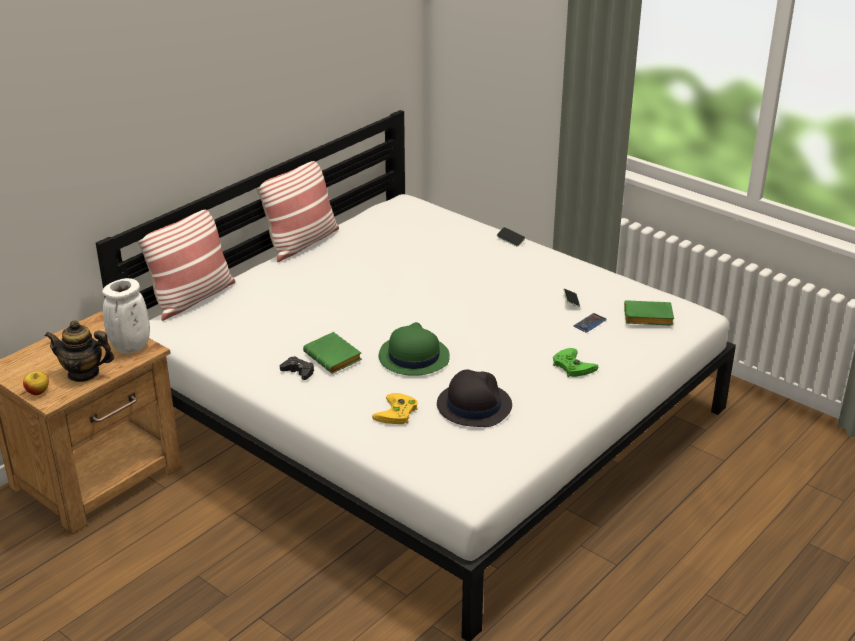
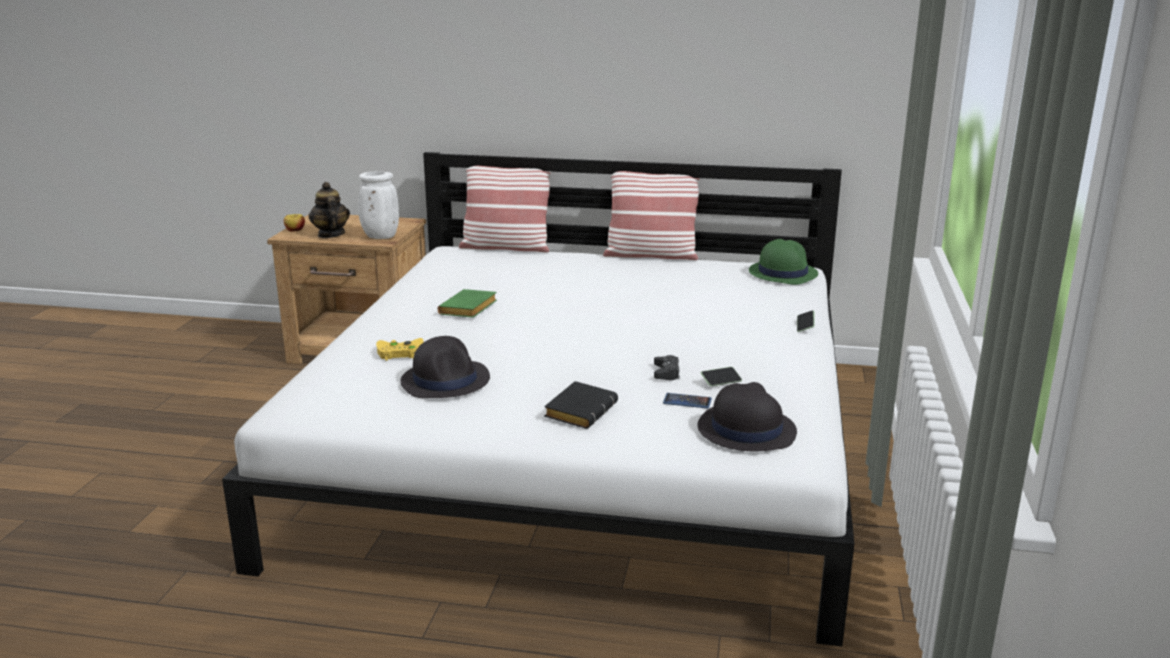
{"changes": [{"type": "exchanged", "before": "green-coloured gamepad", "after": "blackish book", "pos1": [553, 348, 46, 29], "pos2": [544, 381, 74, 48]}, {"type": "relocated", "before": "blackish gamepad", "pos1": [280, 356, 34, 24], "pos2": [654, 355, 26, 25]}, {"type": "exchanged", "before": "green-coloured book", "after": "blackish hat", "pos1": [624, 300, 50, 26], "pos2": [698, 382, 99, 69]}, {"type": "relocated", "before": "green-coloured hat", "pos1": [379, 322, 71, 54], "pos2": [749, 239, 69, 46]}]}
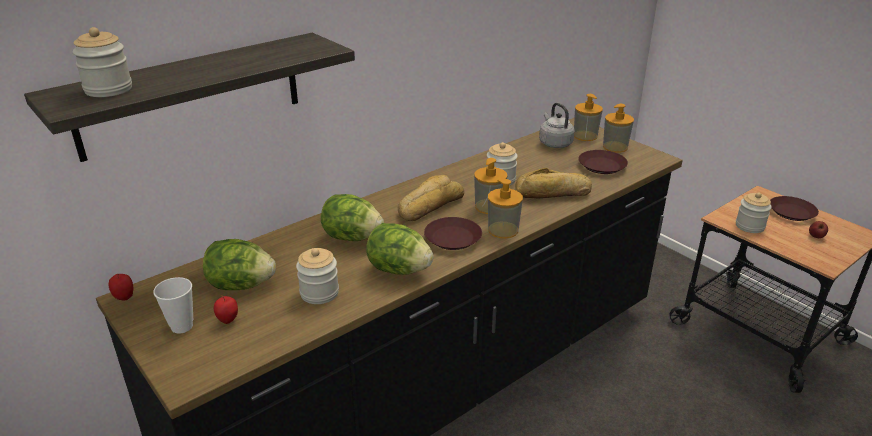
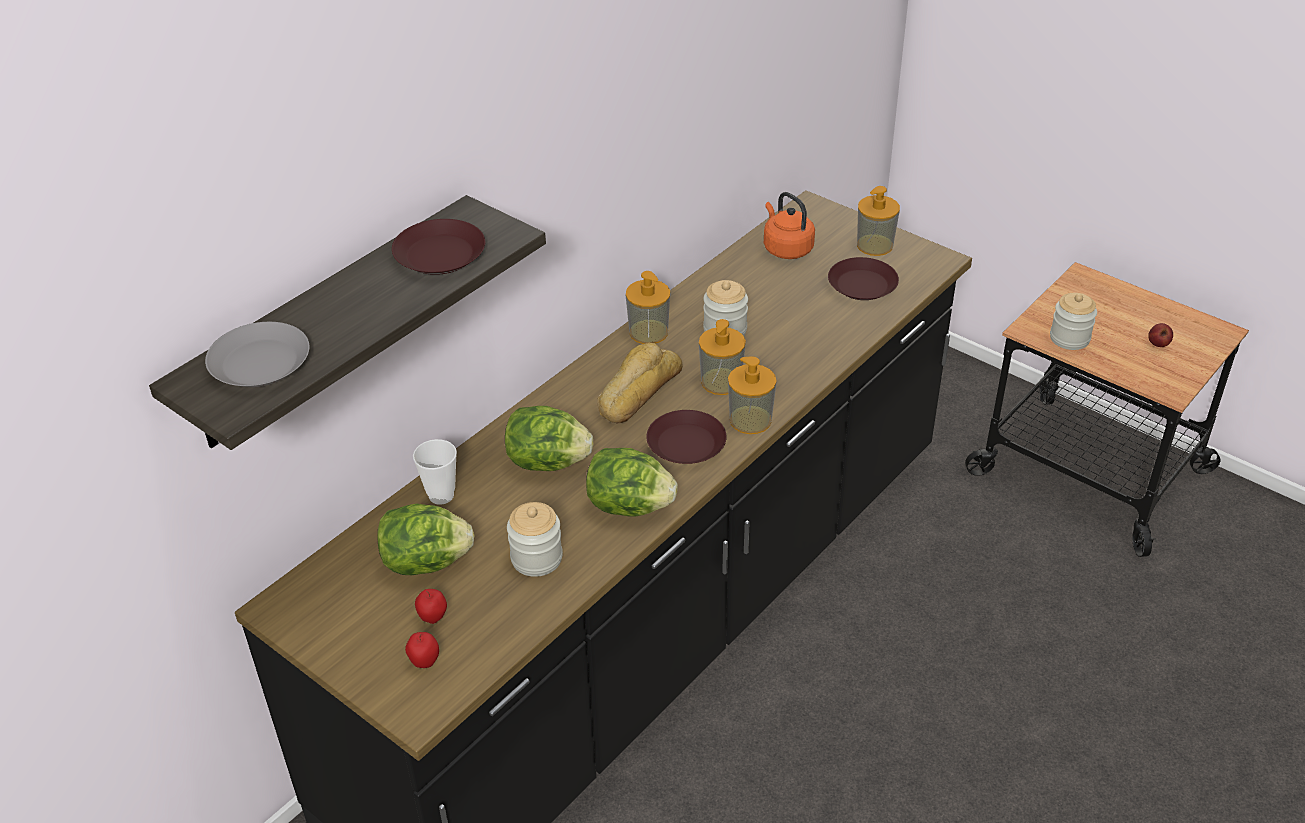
{"changes": [{"type": "exchanged", "before": "jar", "after": "grey flat dish", "pos1": [73, 27, 59, 70], "pos2": [205, 322, 105, 65]}, {"type": "relocated", "before": "brownish flat dish", "pos1": [770, 196, 49, 25], "pos2": [392, 219, 93, 56]}, {"type": "relocated", "before": "apple fruit", "pos1": [109, 273, 24, 28], "pos2": [405, 632, 34, 36]}, {"type": "relocated", "before": "drinking cup", "pos1": [153, 277, 40, 56], "pos2": [413, 439, 44, 66]}, {"type": "relocated", "before": "liquid soap bottle", "pos1": [574, 94, 29, 47], "pos2": [626, 271, 44, 73]}, {"type": "colour", "before": "grey tea kettle", "after": "orange tea kettle", "pos1": [539, 103, 36, 45], "pos2": [764, 192, 51, 67]}, {"type": "missing", "before": "bread", "pos1": [515, 168, 77, 30]}]}
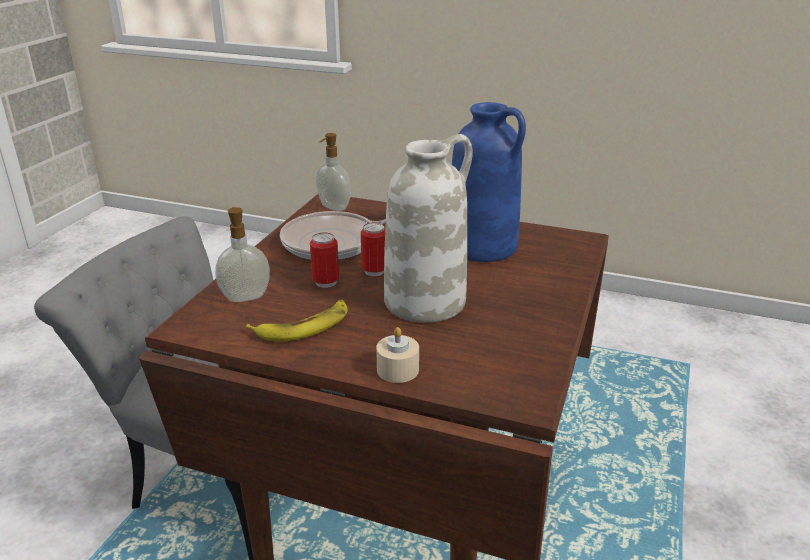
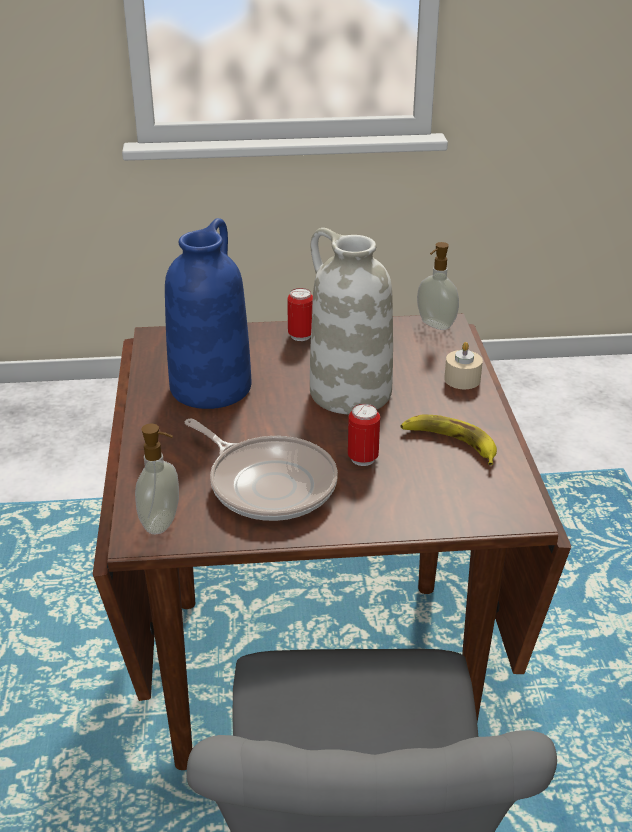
{"changes": [{"type": "relocated", "before": "sealed can", "pos1": [361, 222, 24, 54], "pos2": [287, 288, 26, 53]}, {"type": "relocated", "before": "liquid soap bottle", "pos1": [216, 207, 54, 95], "pos2": [417, 242, 42, 88]}]}
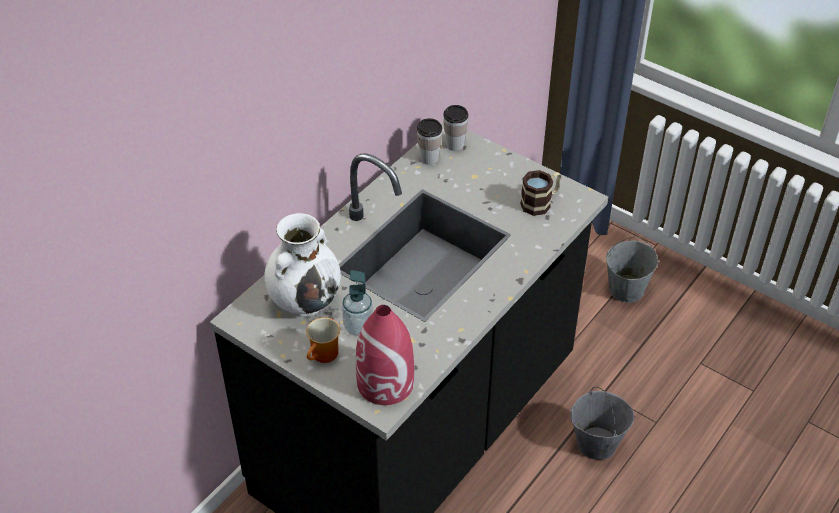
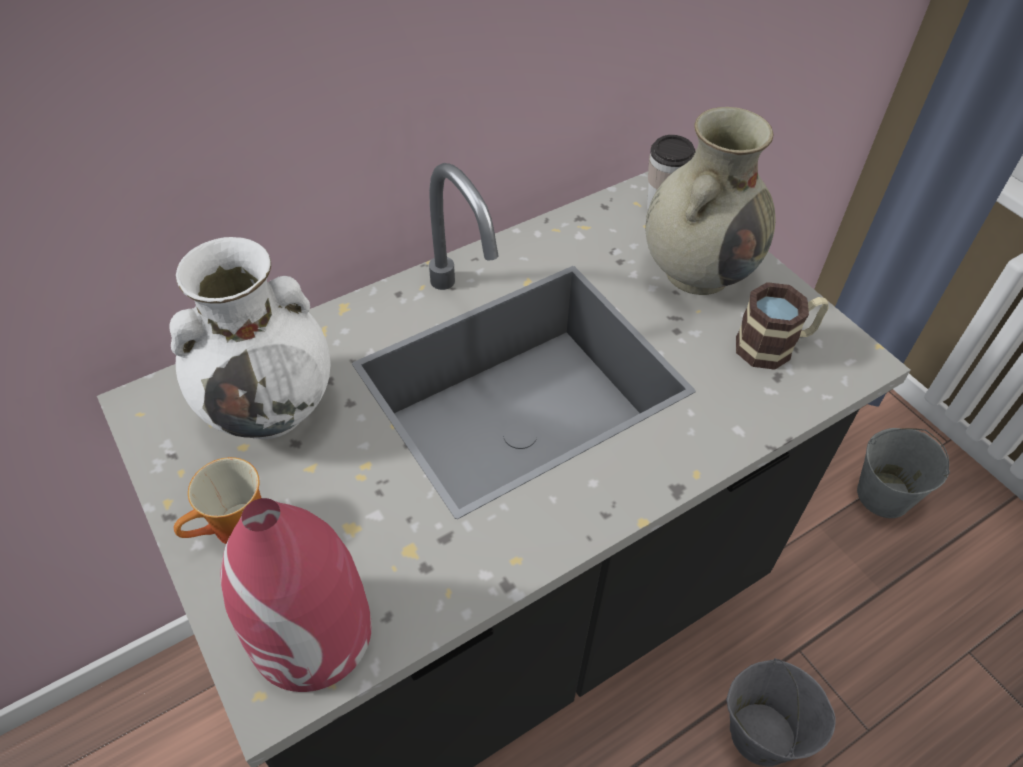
{"changes": [{"type": "appeared", "after": "beige flower vase", "pos2": [645, 107, 130, 188]}, {"type": "missing", "before": "liquid soap bottle", "pos1": [342, 270, 31, 66]}, {"type": "missing", "before": "drinking cup", "pos1": [417, 118, 25, 47]}]}
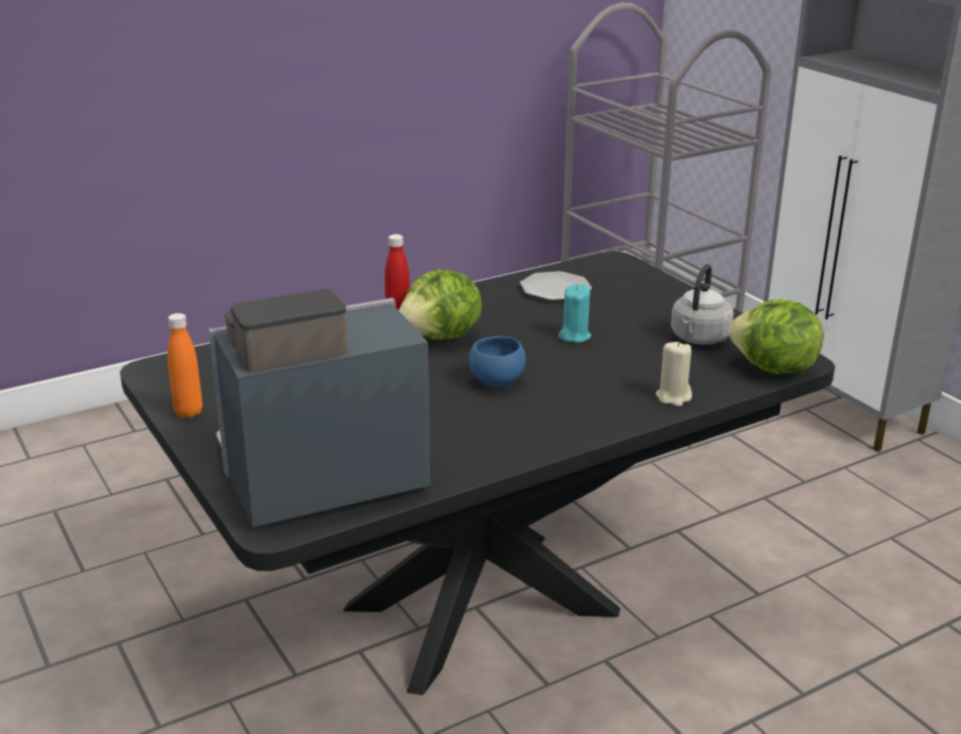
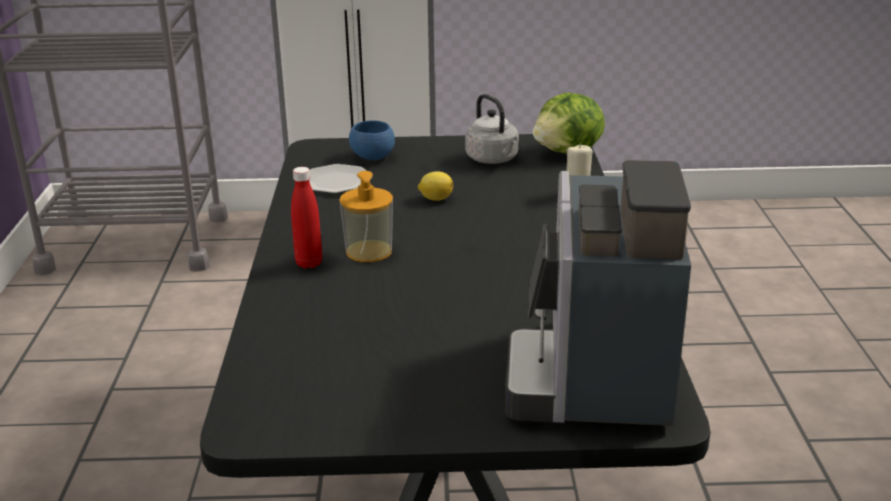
{"changes": [{"type": "exchanged", "before": "lettuce", "after": "liquid soap bottle", "pos1": [399, 269, 83, 71], "pos2": [339, 171, 54, 91]}, {"type": "relocated", "before": "bluish serving bowl", "pos1": [469, 336, 57, 51], "pos2": [349, 120, 46, 40]}, {"type": "exchanged", "before": "turquoise candle", "after": "whole lemon", "pos1": [558, 284, 33, 59], "pos2": [418, 171, 35, 30]}, {"type": "missing", "before": "orange beverage bottle", "pos1": [167, 313, 36, 105]}]}
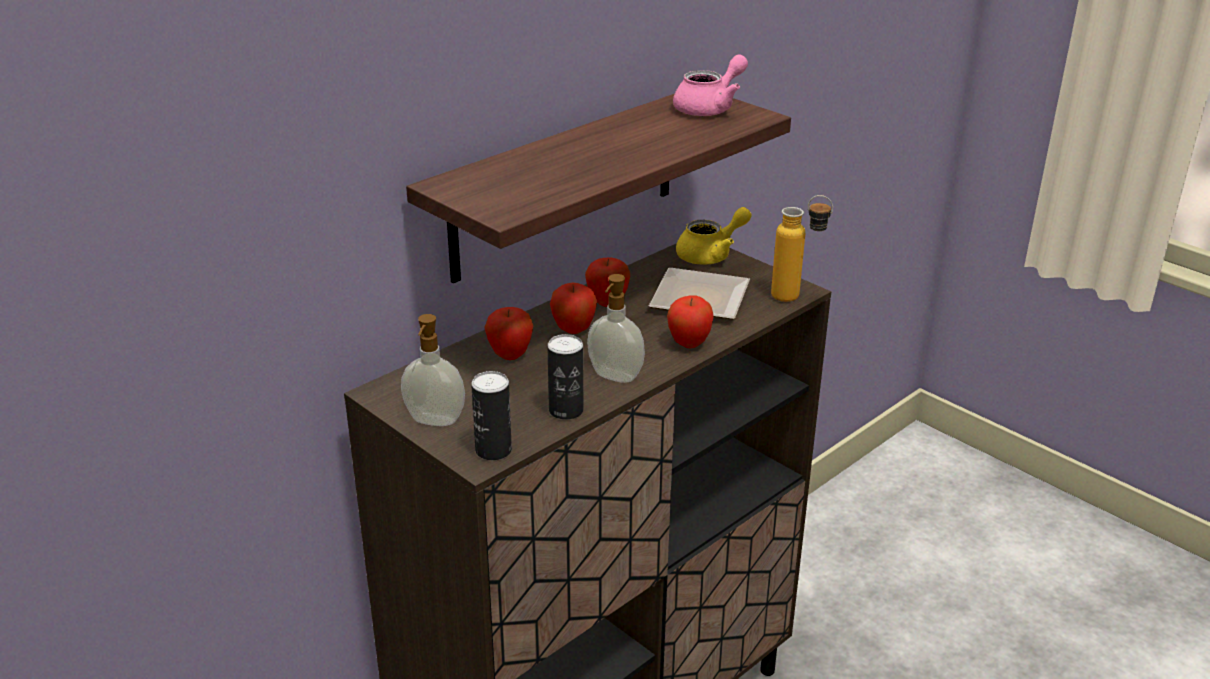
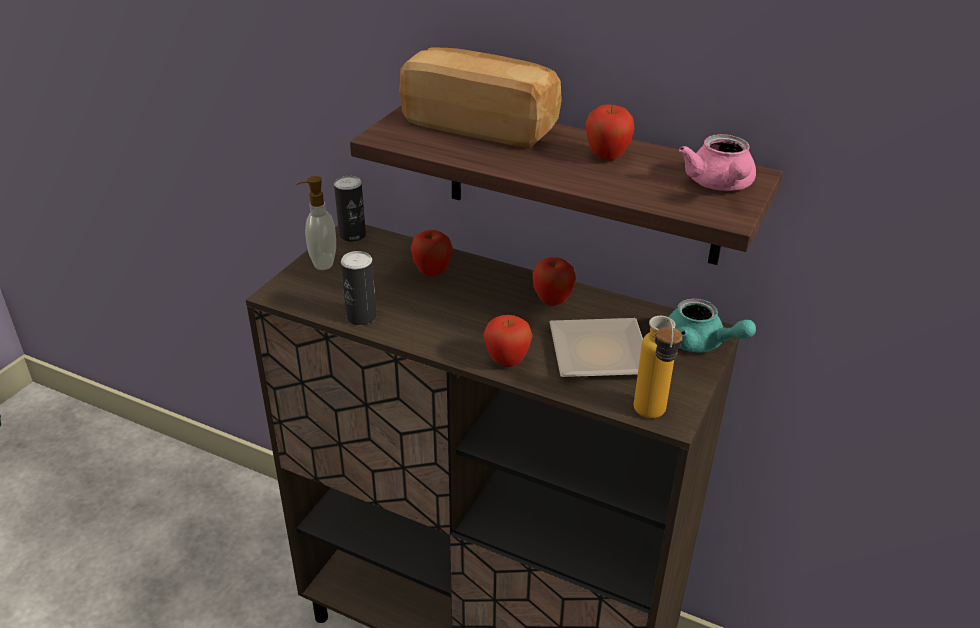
{"changes": [{"type": "relocated", "before": "sealed can", "pos1": [471, 371, 41, 89], "pos2": [334, 176, 32, 66]}, {"type": "appeared", "after": "bread", "pos2": [400, 47, 162, 101]}, {"type": "relocated", "before": "apple fruit", "pos1": [550, 282, 47, 52], "pos2": [586, 104, 49, 57]}, {"type": "colour", "before": "yellow-coloured tea pot", "after": "turquoise tea pot", "pos1": [676, 207, 75, 58], "pos2": [669, 298, 87, 55]}, {"type": "spun", "before": "pinkish tea pot", "pos1": [673, 55, 75, 61], "pos2": [679, 134, 77, 57], "turn": 60}, {"type": "missing", "before": "liquid soap bottle", "pos1": [587, 274, 58, 109]}]}
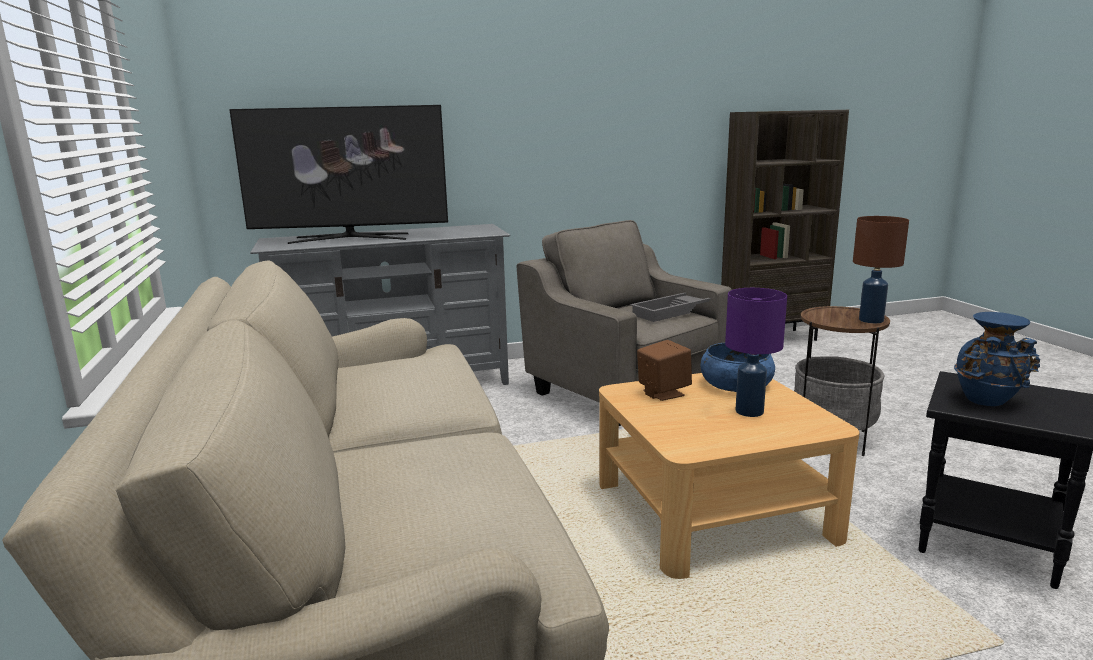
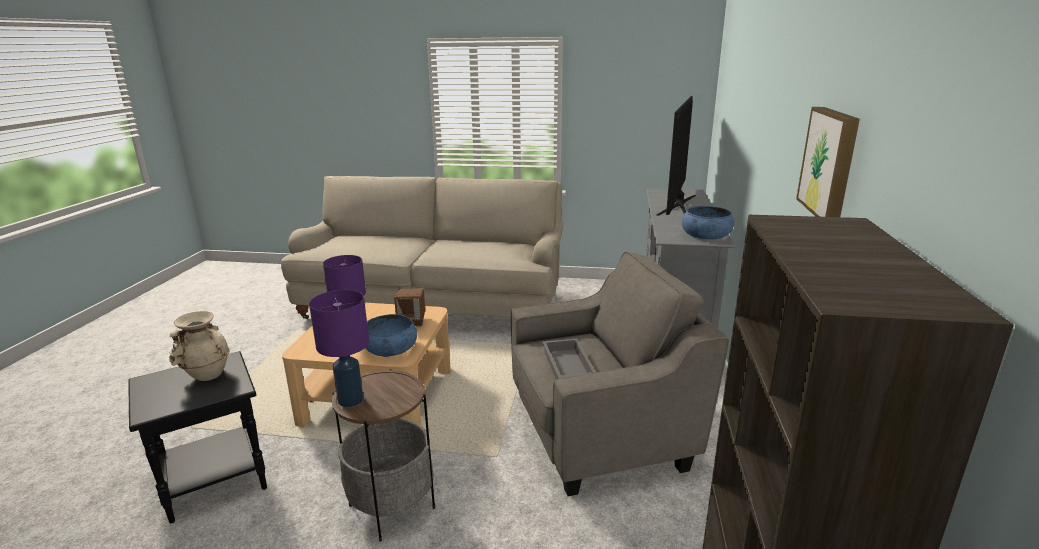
{"changes": [{"type": "colour", "before": "bluish flower vase", "after": "beige flower vase", "pos1": [954, 312, 86, 94], "pos2": [169, 311, 61, 70]}, {"type": "colour", "before": "brownish table lamp", "after": "purplish table lamp", "pos1": [853, 216, 56, 107], "pos2": [309, 290, 60, 117]}, {"type": "appeared", "after": "bluish serving bowl", "pos2": [682, 206, 52, 33]}, {"type": "appeared", "after": "picture", "pos2": [796, 107, 64, 110]}]}
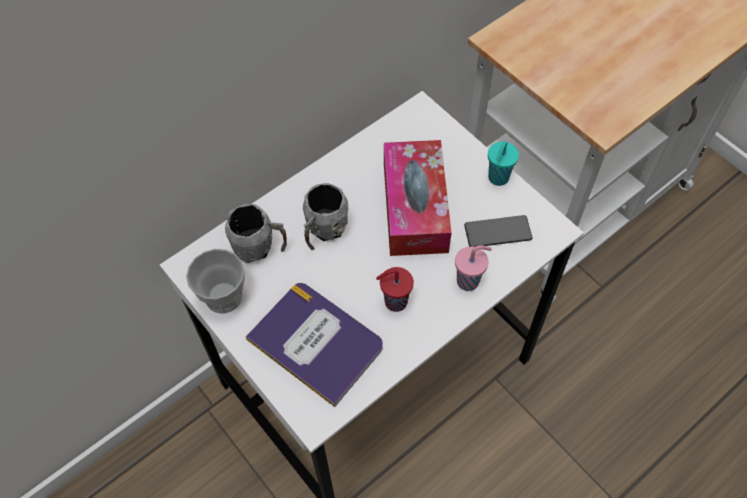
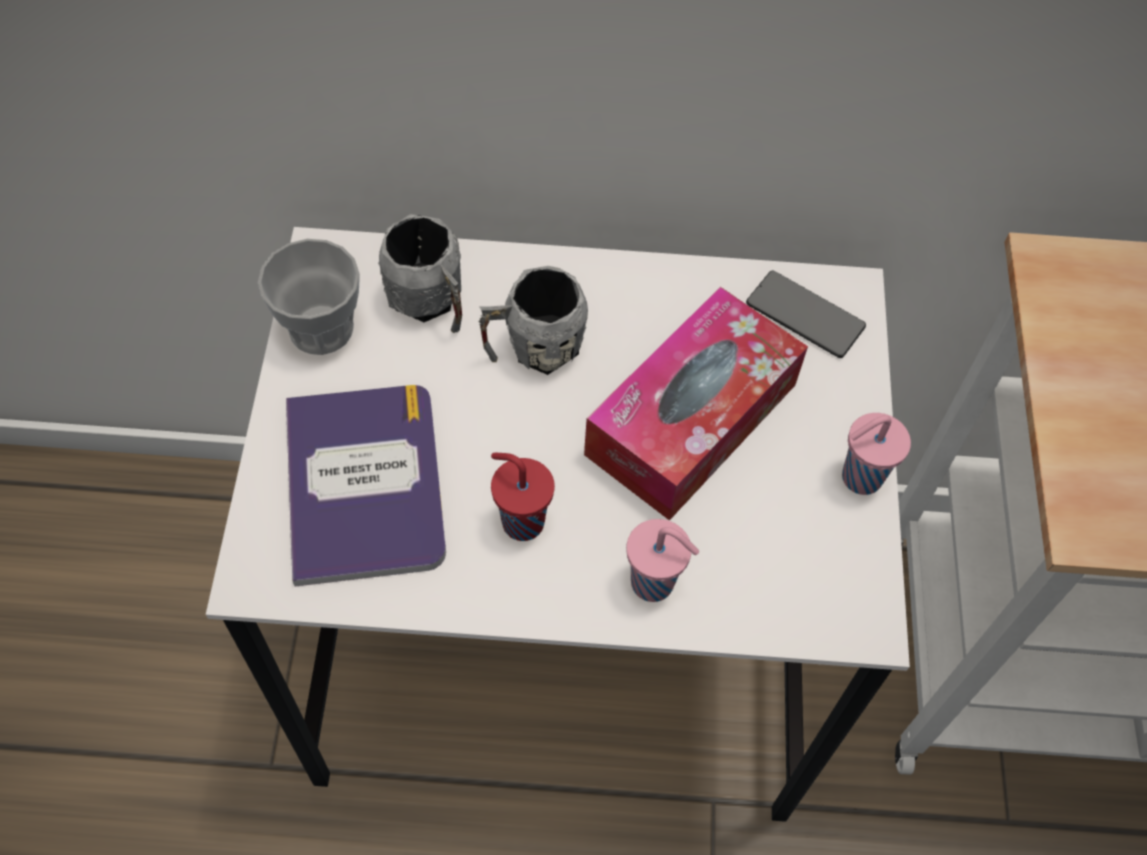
{"changes": [{"type": "relocated", "before": "phone", "pos1": [464, 215, 68, 32], "pos2": [746, 271, 120, 87]}, {"type": "colour", "before": "turquoise drinking cup", "after": "pinkish drinking cup", "pos1": [488, 141, 31, 45], "pos2": [842, 413, 69, 82]}]}
